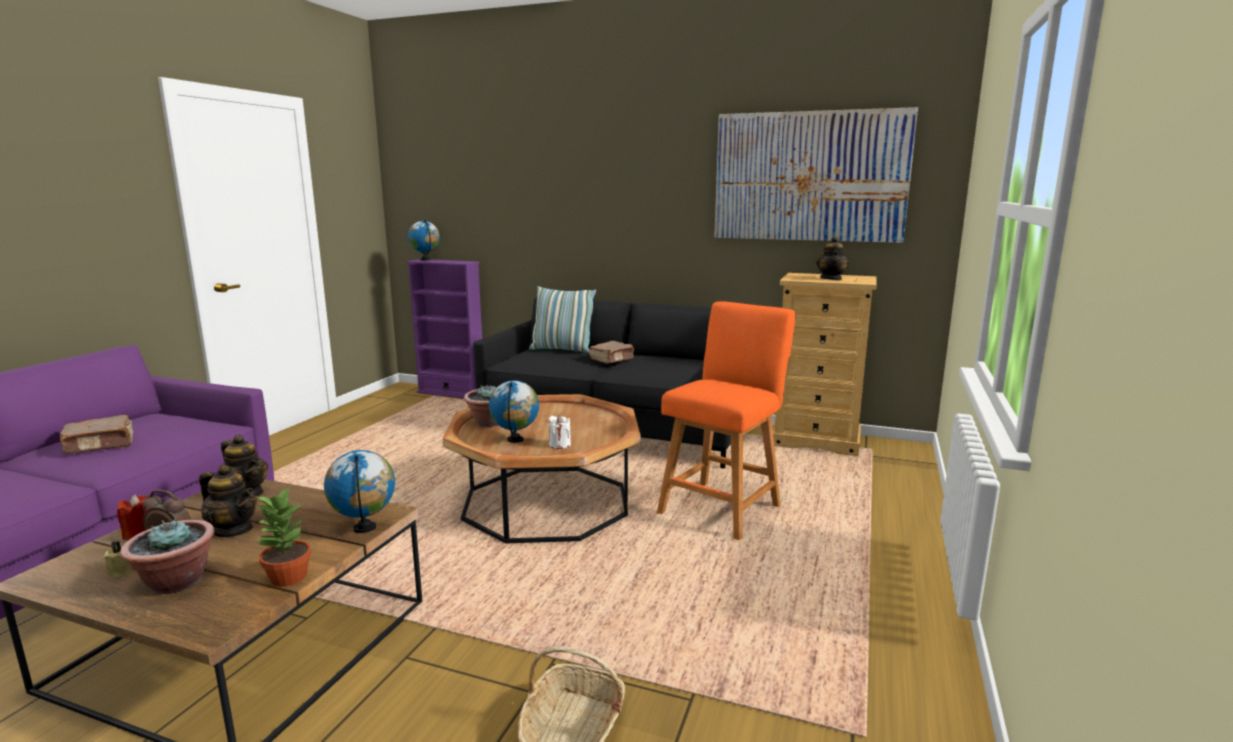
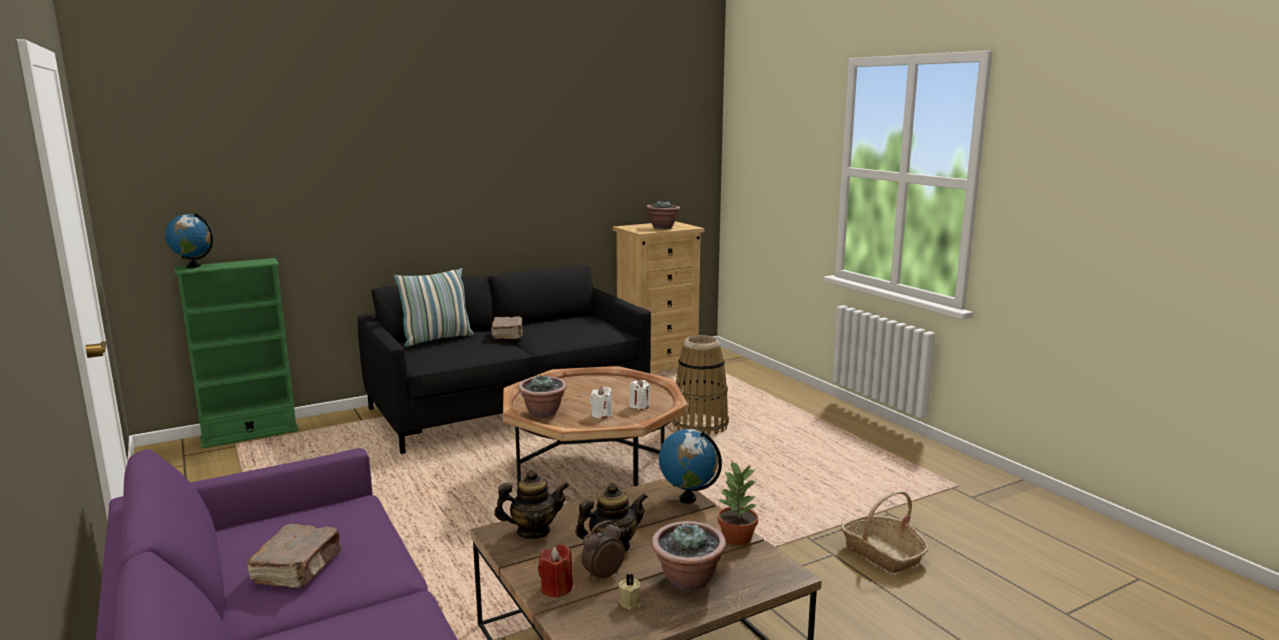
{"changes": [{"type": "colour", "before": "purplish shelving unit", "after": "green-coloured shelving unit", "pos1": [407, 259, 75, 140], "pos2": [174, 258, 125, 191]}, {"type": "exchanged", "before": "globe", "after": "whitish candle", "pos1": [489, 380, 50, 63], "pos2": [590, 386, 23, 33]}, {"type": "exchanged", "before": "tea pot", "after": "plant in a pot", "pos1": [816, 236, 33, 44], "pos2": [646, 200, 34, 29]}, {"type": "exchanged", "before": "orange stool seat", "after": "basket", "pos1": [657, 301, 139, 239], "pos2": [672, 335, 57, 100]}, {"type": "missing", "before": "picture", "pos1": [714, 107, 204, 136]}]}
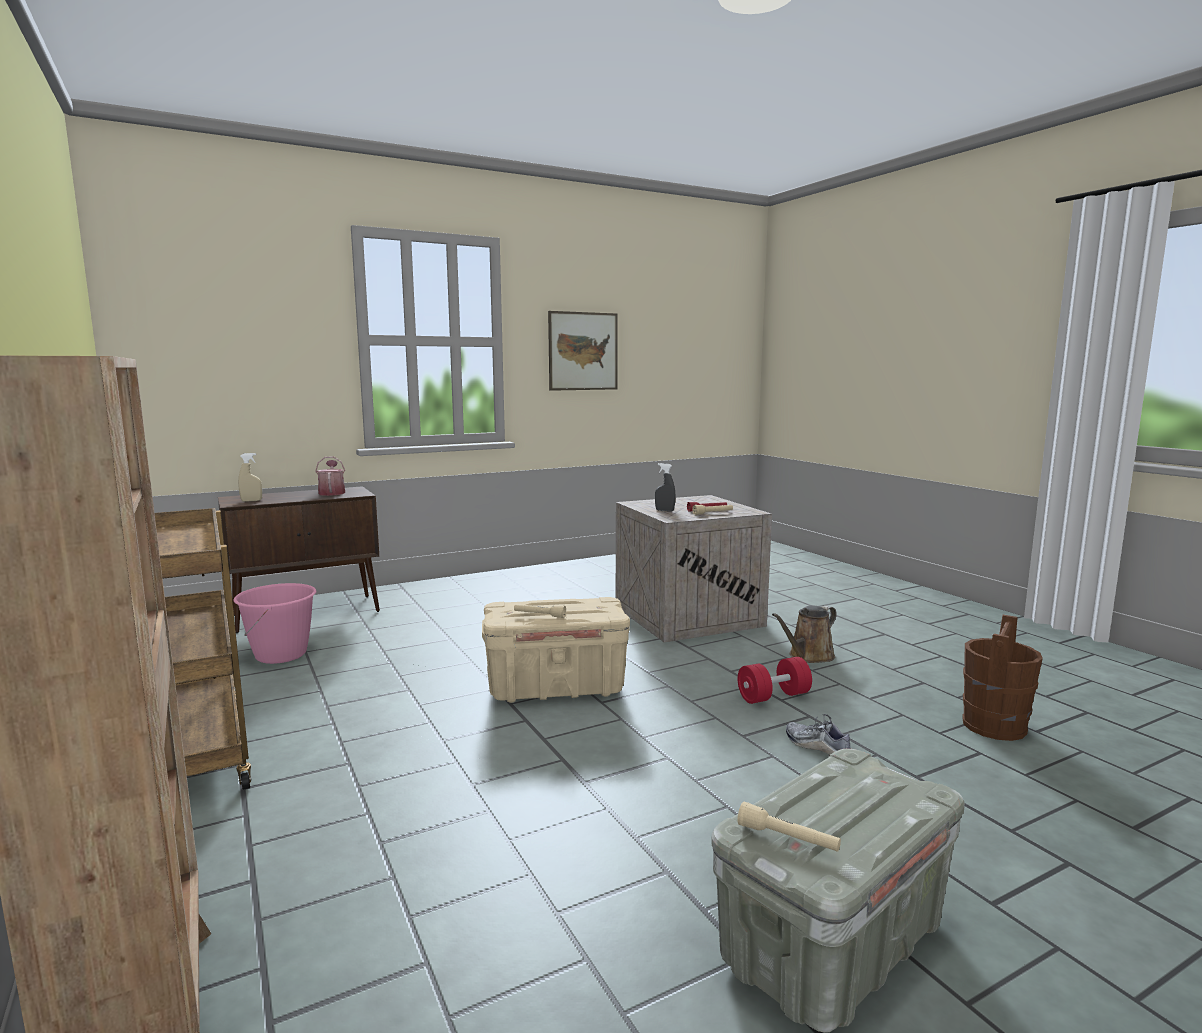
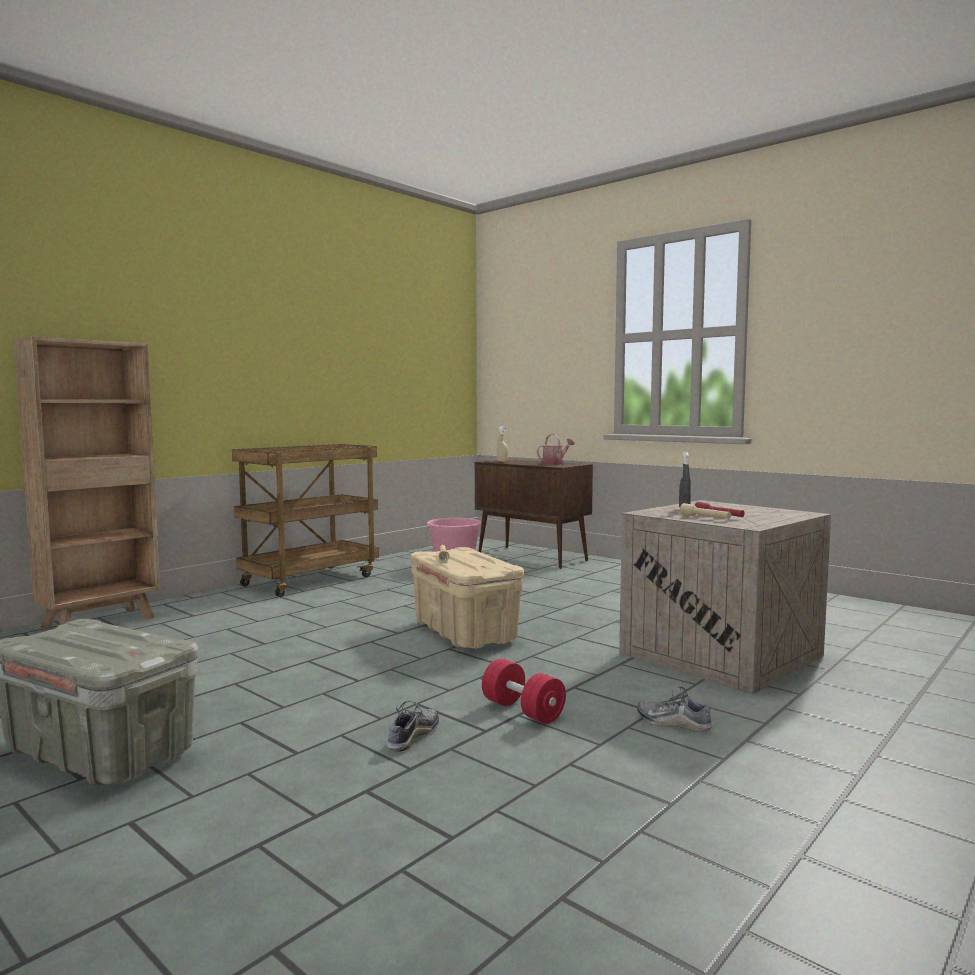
{"changes": [{"type": "exchanged", "before": "brownish watering pot", "after": "shoe", "pos1": [772, 605, 65, 58], "pos2": [637, 686, 75, 46]}, {"type": "missing", "before": "picture", "pos1": [548, 311, 69, 80]}, {"type": "missing", "before": "beige flashlight", "pos1": [737, 802, 104, 50]}, {"type": "missing", "before": "brownish water bucket", "pos1": [962, 614, 81, 127]}]}
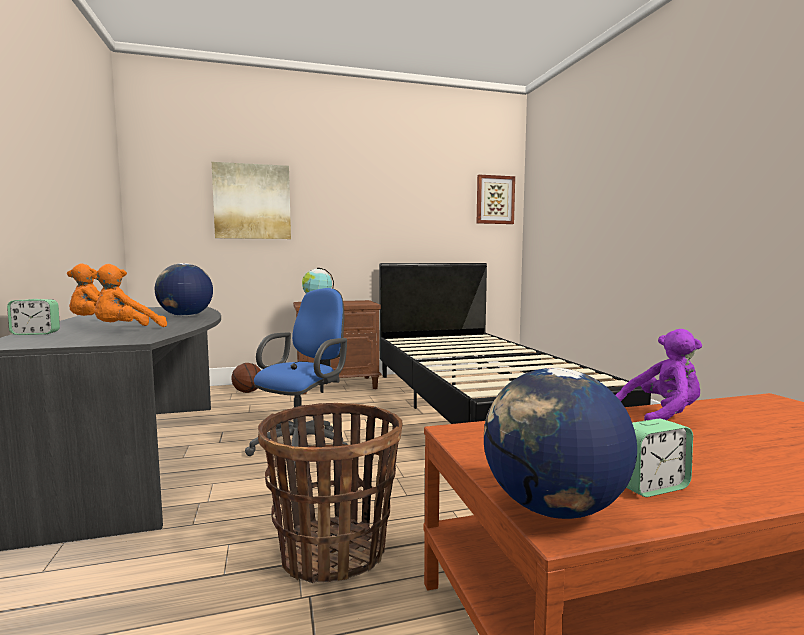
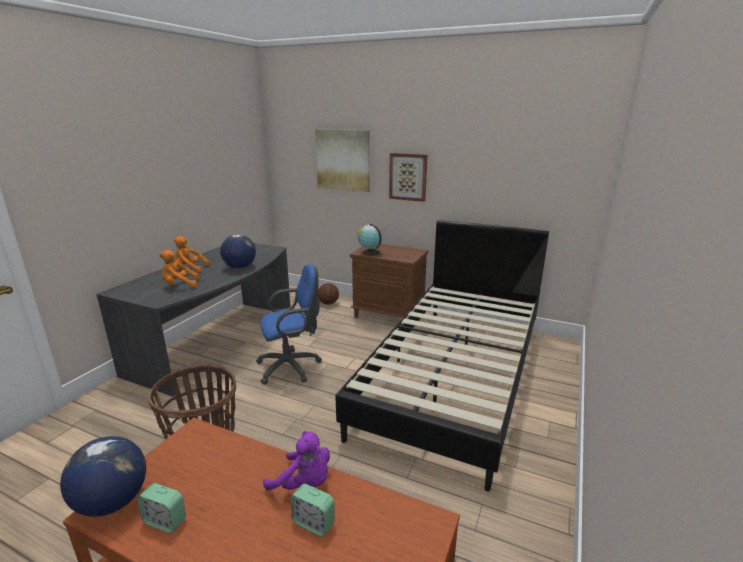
{"changes": [{"type": "relocated", "before": "bedside clock", "pos1": [7, 299, 53, 36], "pos2": [290, 484, 45, 52]}, {"type": "relocated", "before": "picture", "pos1": [477, 175, 38, 49], "pos2": [389, 153, 39, 49]}]}
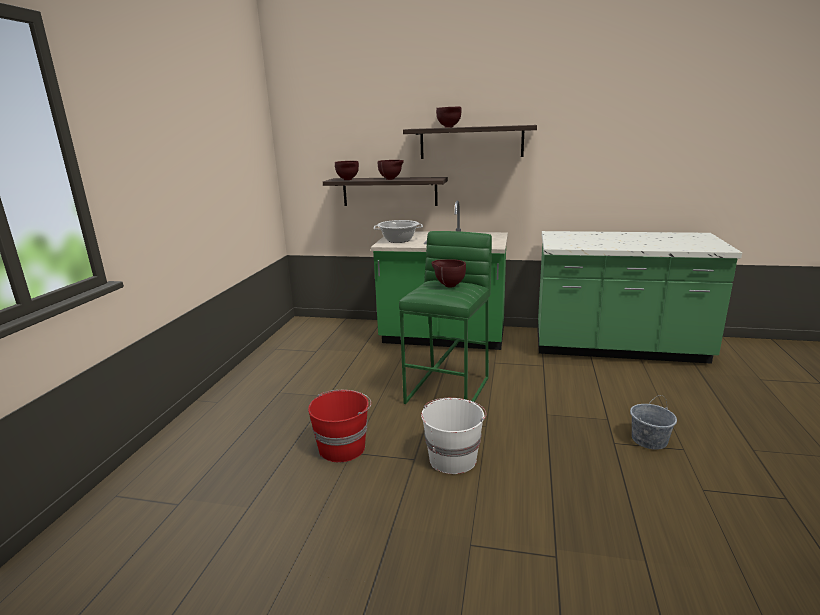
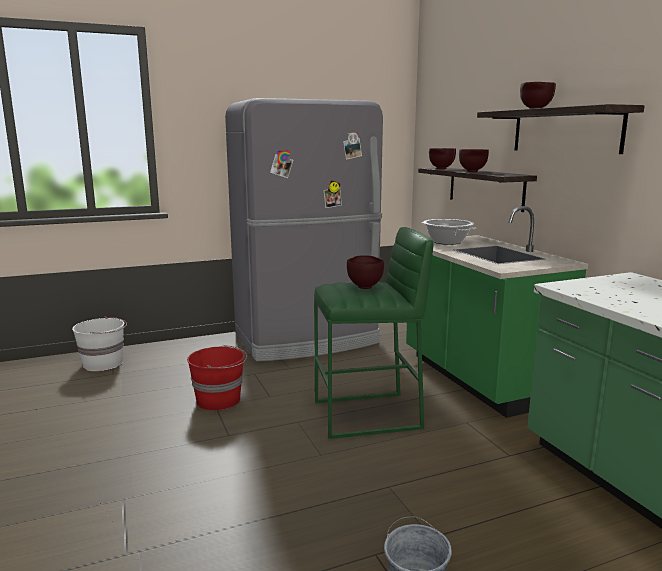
{"changes": [{"type": "relocated", "before": "whitish water bucket", "pos1": [421, 398, 65, 76], "pos2": [72, 316, 55, 55]}, {"type": "appeared", "after": "grey kitchen fridge", "pos2": [225, 98, 158, 263]}]}
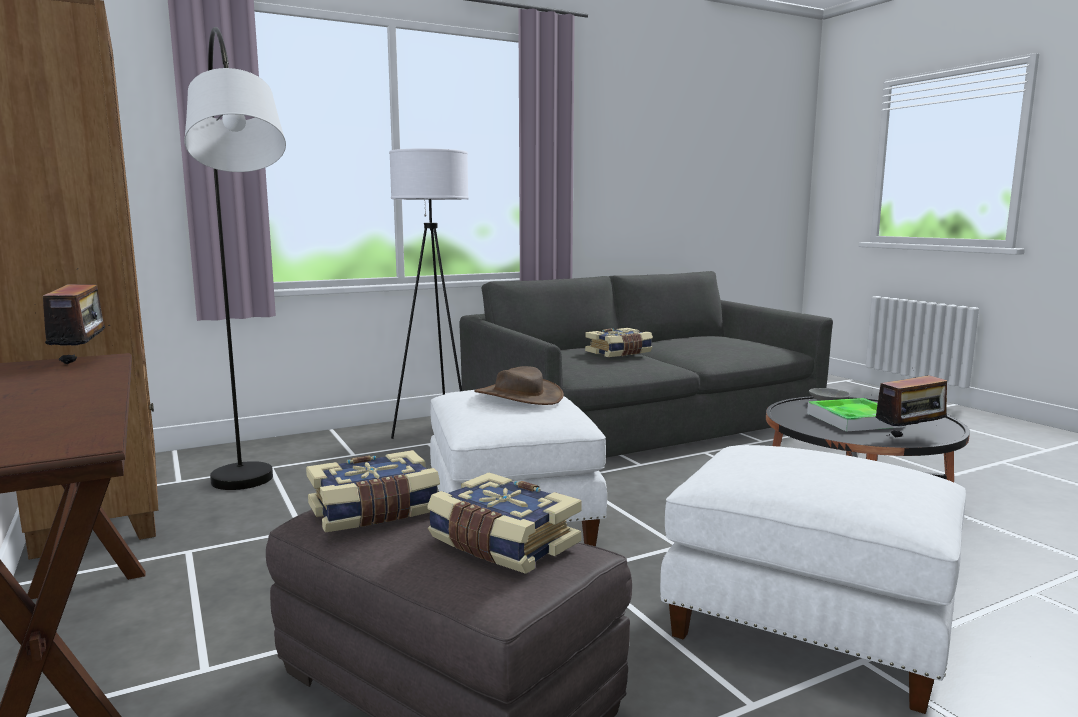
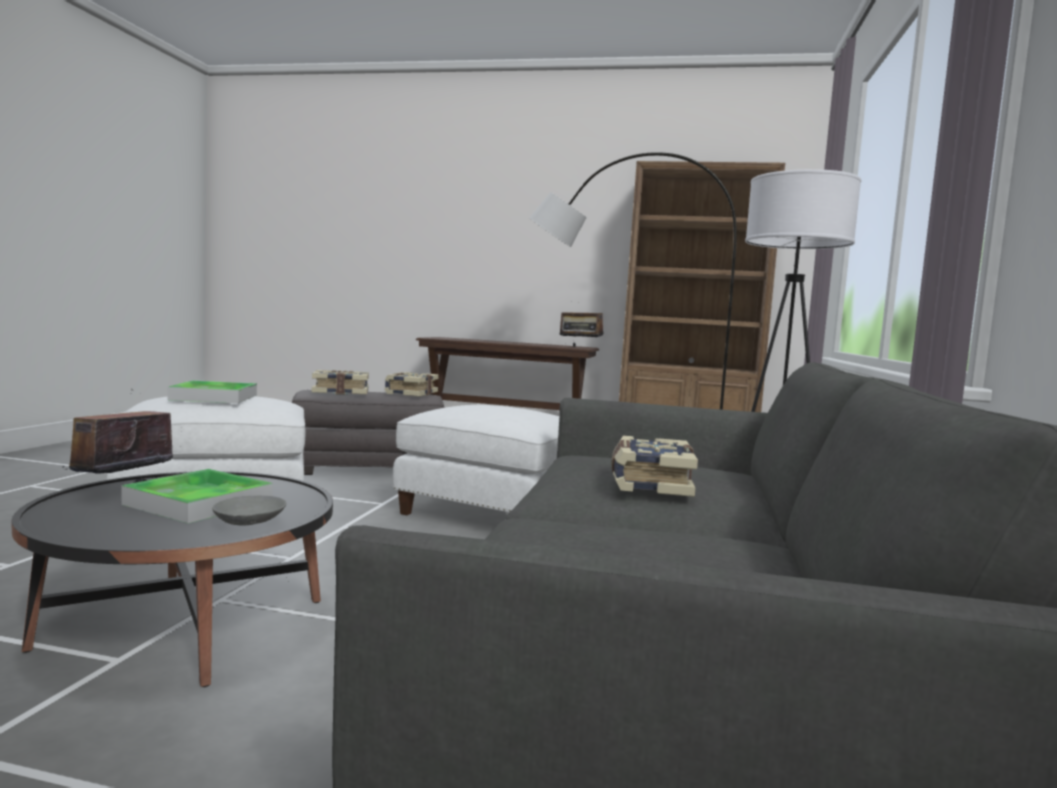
{"changes": [{"type": "appeared", "after": "tray", "pos2": [168, 380, 89, 23]}, {"type": "missing", "before": "brownish hat", "pos1": [474, 366, 90, 39]}]}
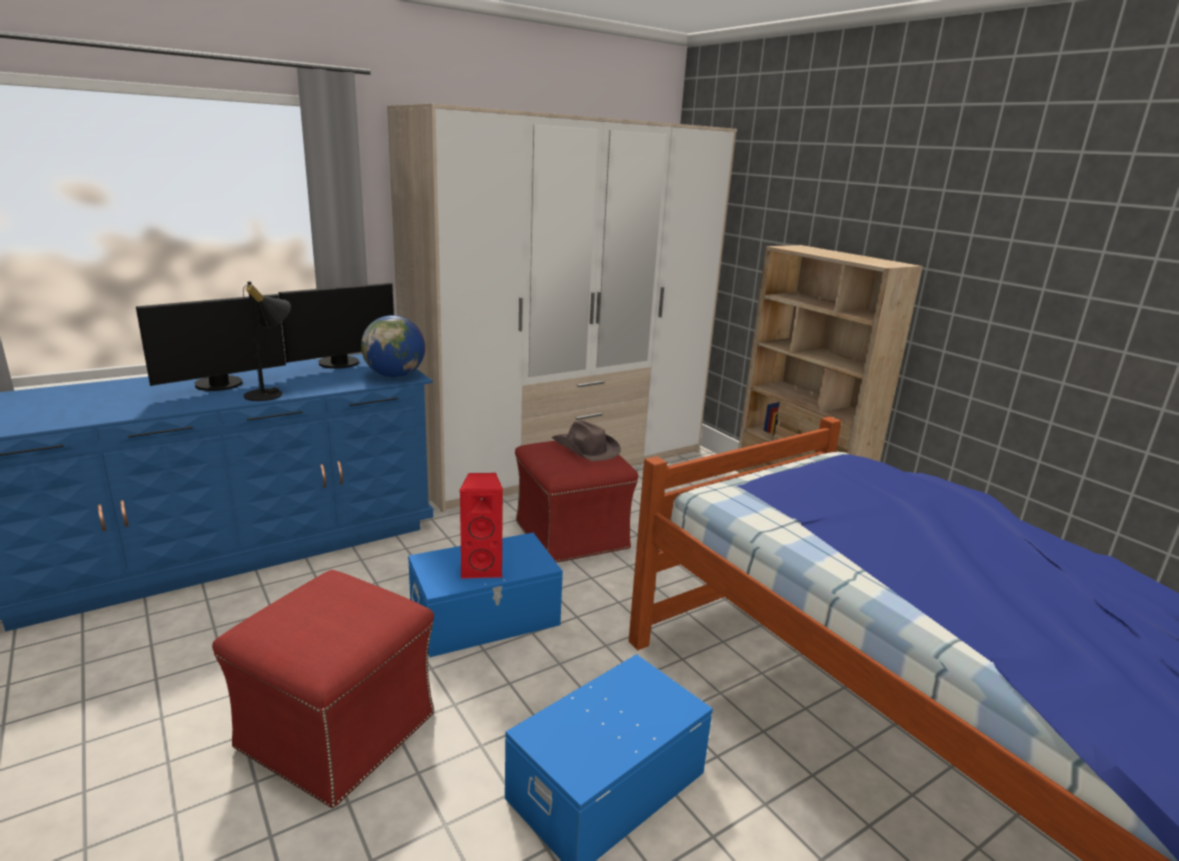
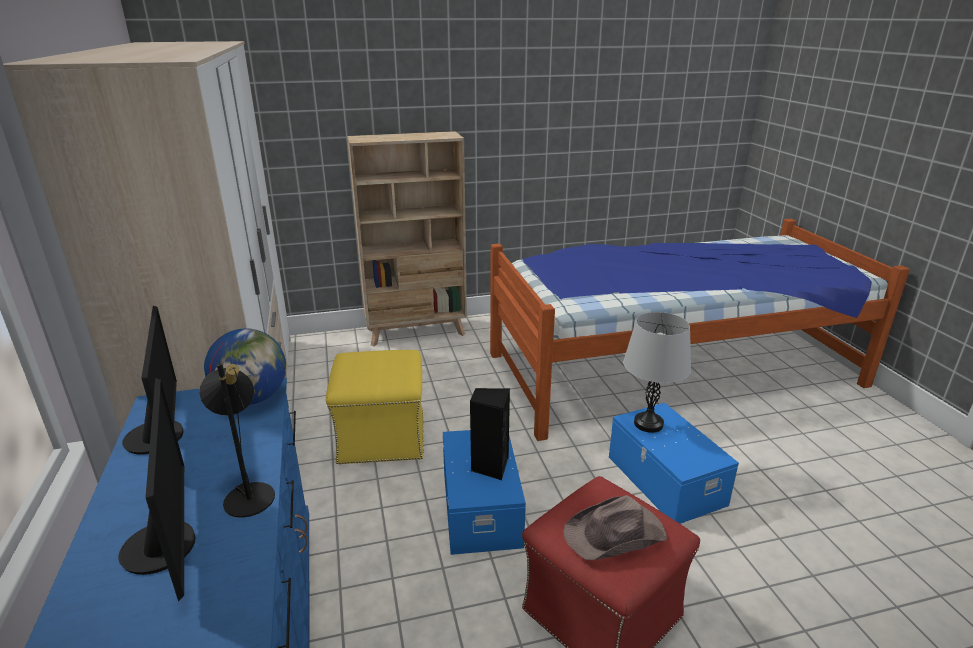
{"changes": [{"type": "colour", "before": "red pouffe", "after": "yellow-coloured pouffe", "pos1": [515, 441, 123, 122], "pos2": [326, 350, 97, 115]}, {"type": "colour", "before": "red loudspeaker", "after": "blackish loudspeaker", "pos1": [459, 473, 44, 106], "pos2": [470, 388, 40, 92]}, {"type": "relocated", "before": "brownish hat", "pos1": [552, 420, 69, 41], "pos2": [563, 495, 104, 65]}, {"type": "appeared", "after": "grey table lamp", "pos2": [623, 312, 68, 121]}]}
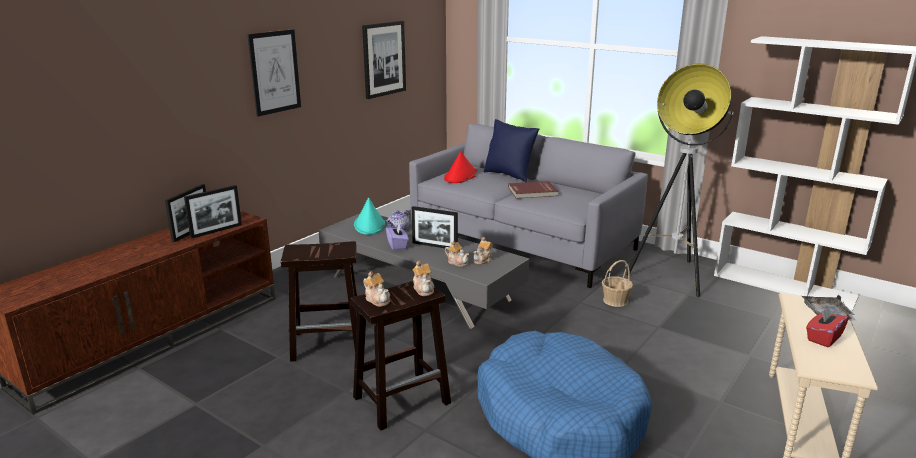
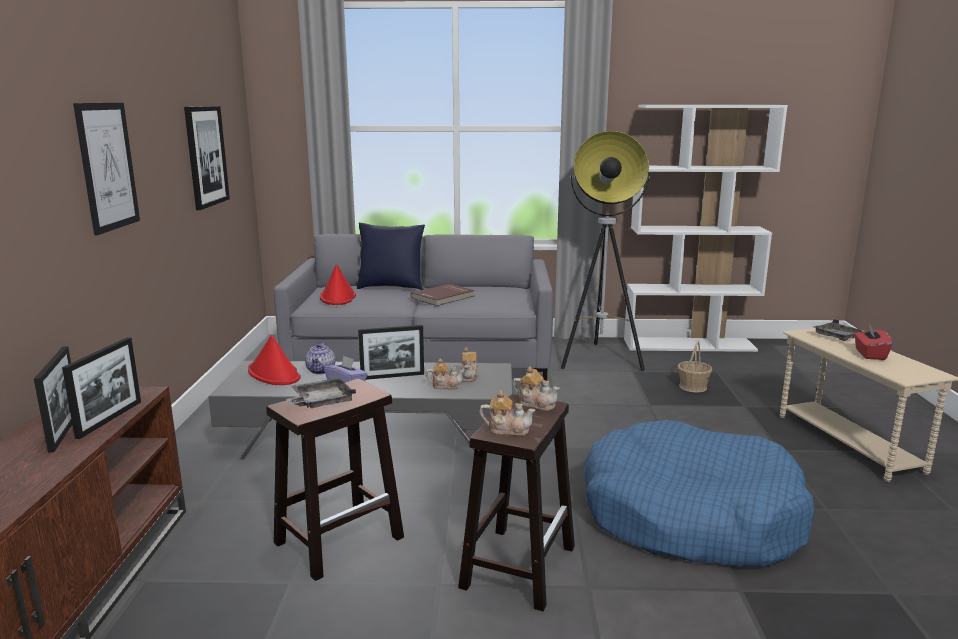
{"changes": [{"type": "colour", "before": "turquoise hat", "after": "red hat", "pos1": [354, 198, 31, 37], "pos2": [248, 335, 53, 50]}, {"type": "appeared", "after": "grey tray", "pos2": [286, 378, 70, 30]}, {"type": "relocated", "before": "basket", "pos1": [602, 260, 31, 47], "pos2": [678, 341, 34, 52]}]}
